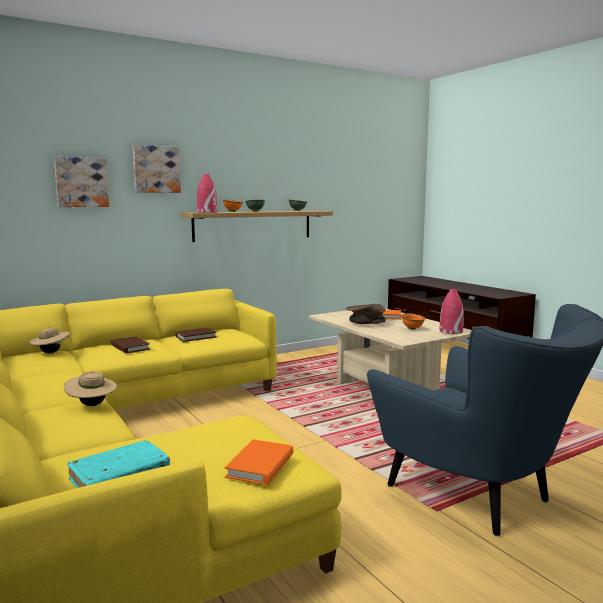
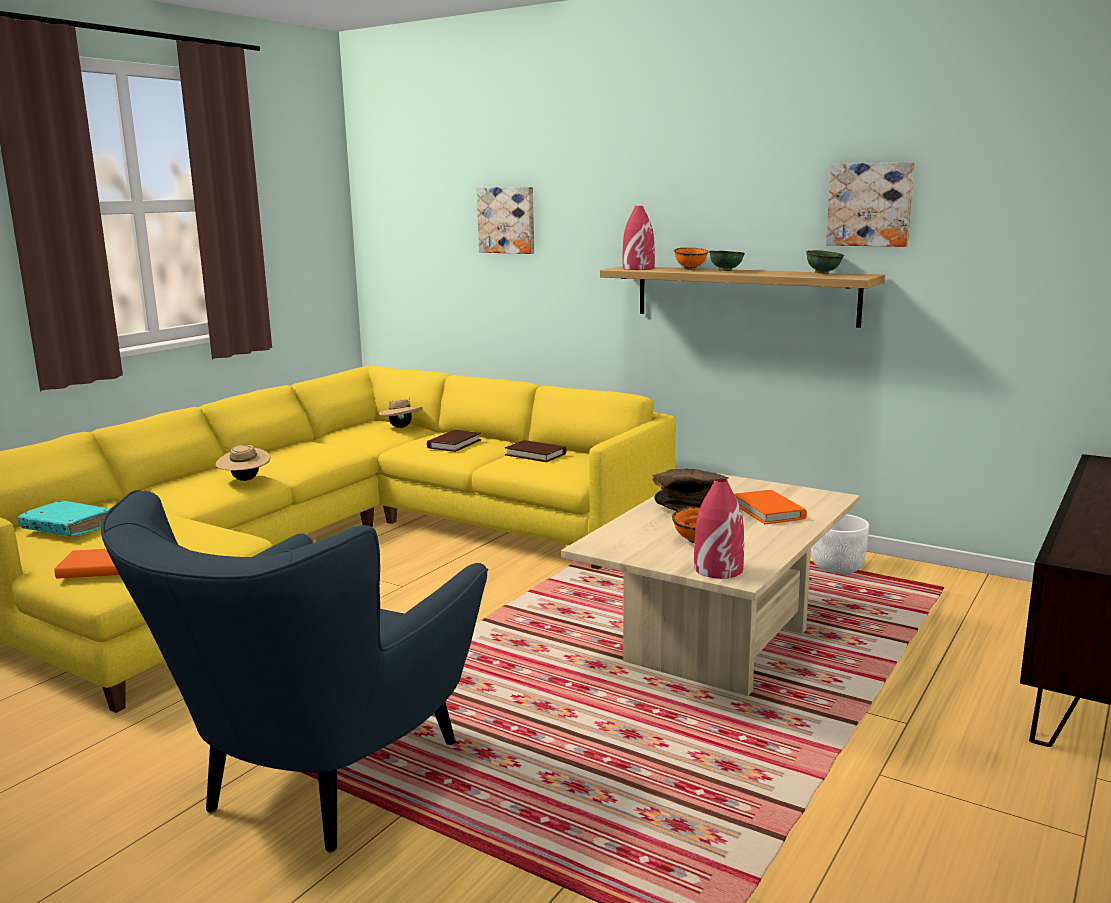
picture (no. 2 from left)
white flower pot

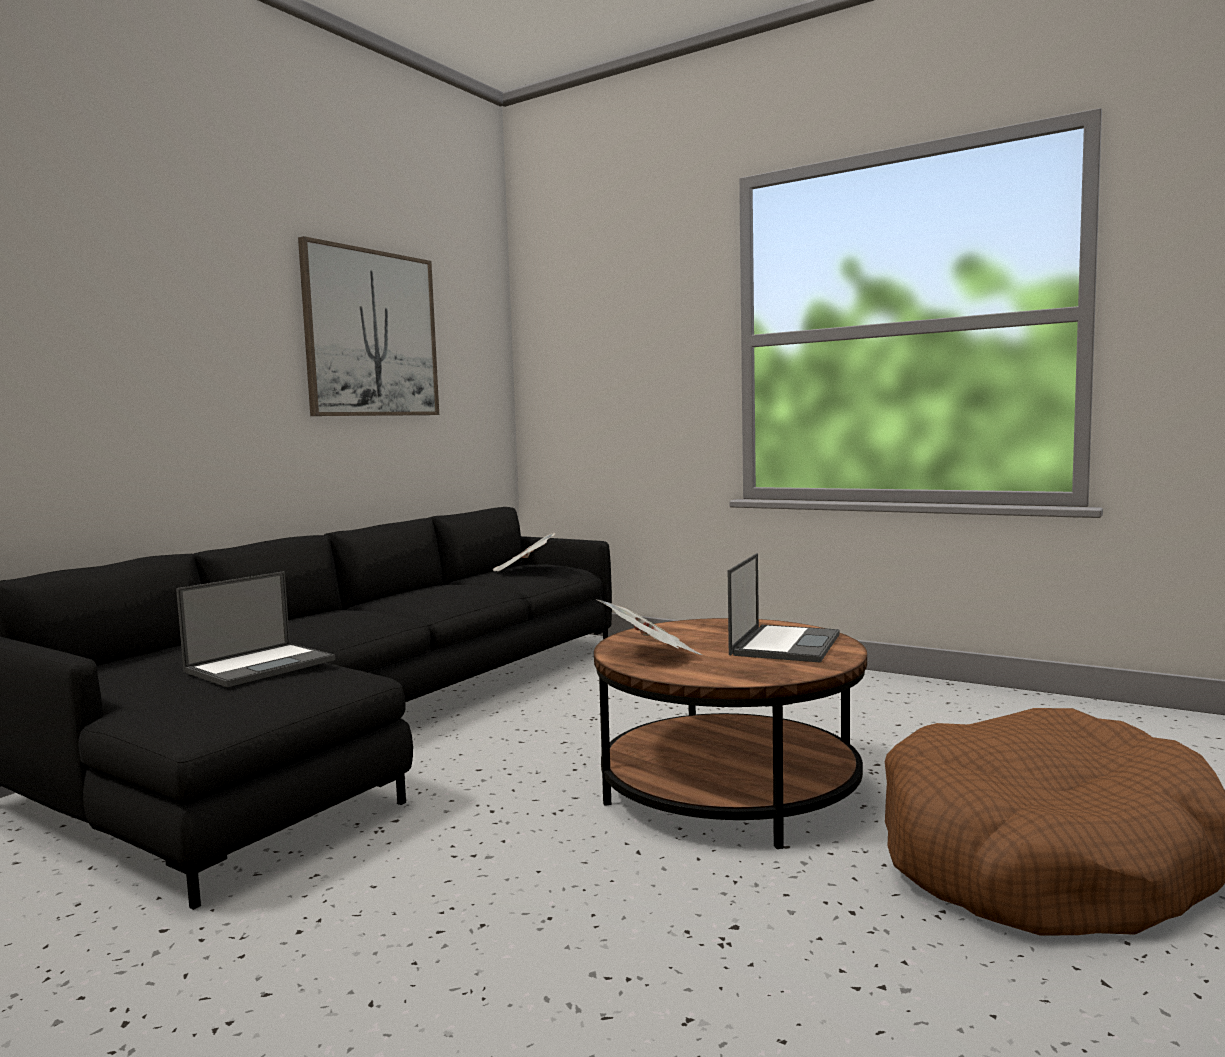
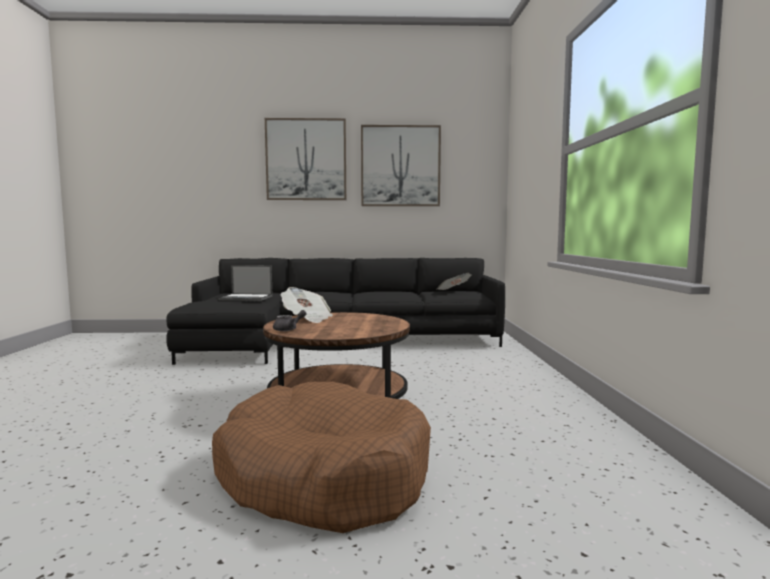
laptop (no. 2 from left in the first image)
picture (no. 1 from left)
greyish teapot

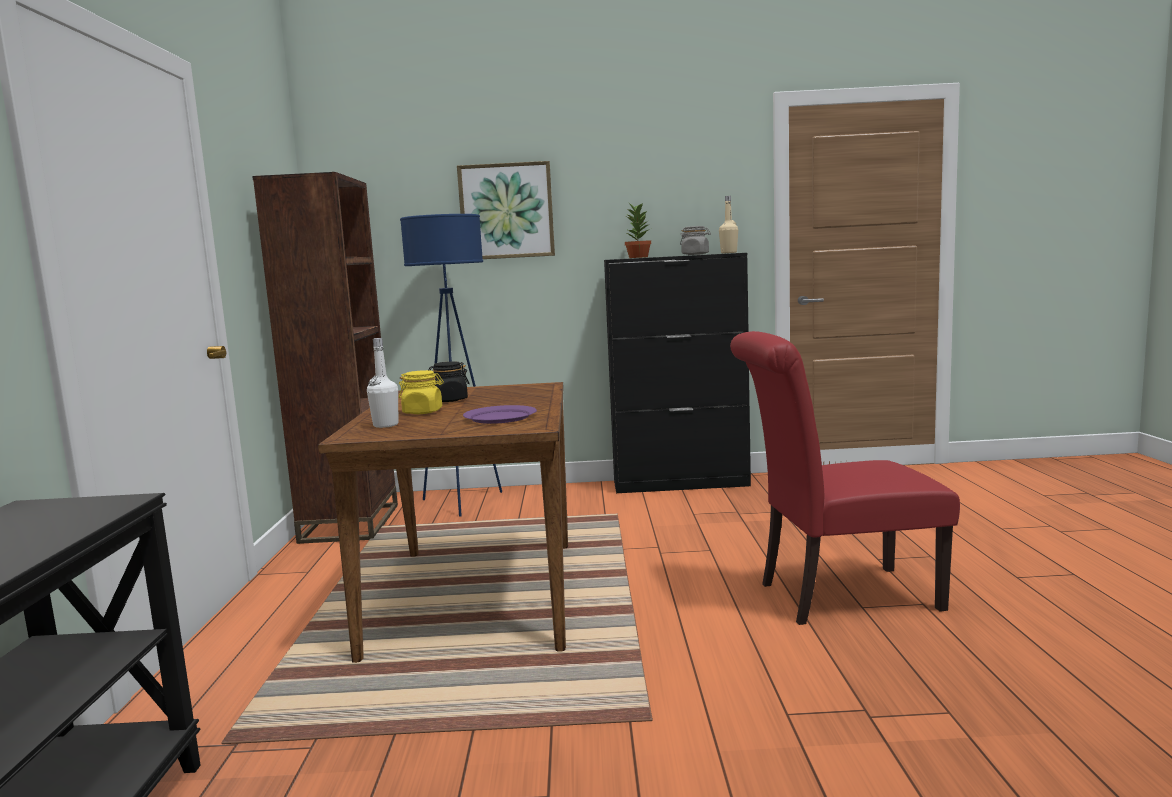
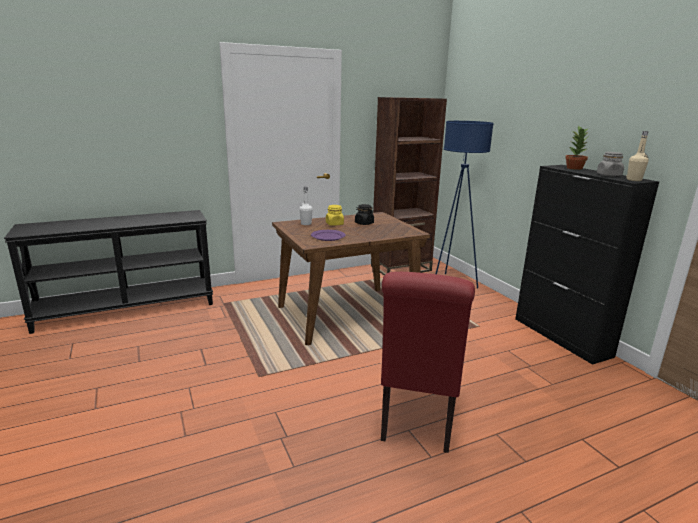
picture
reddish chair

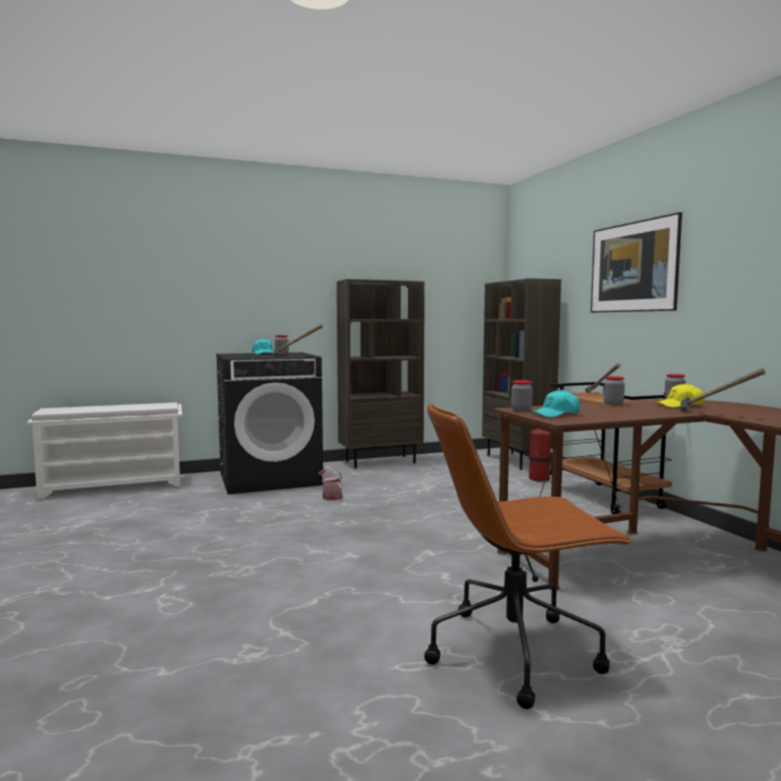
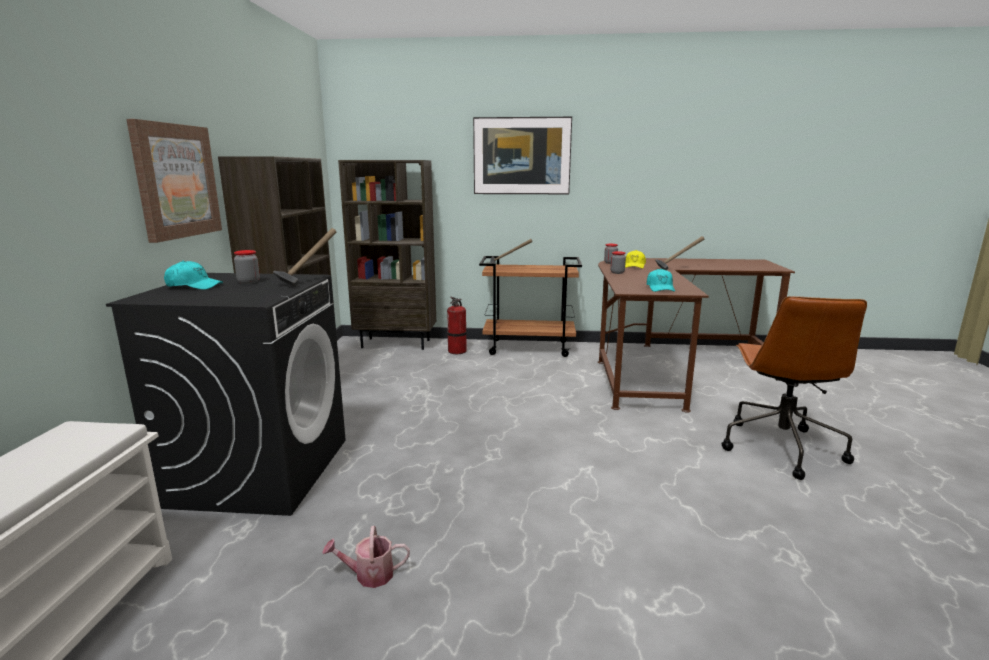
preserve jar (no. 2 from left in the first image)
sprinkling can
picture (no. 1 from left)

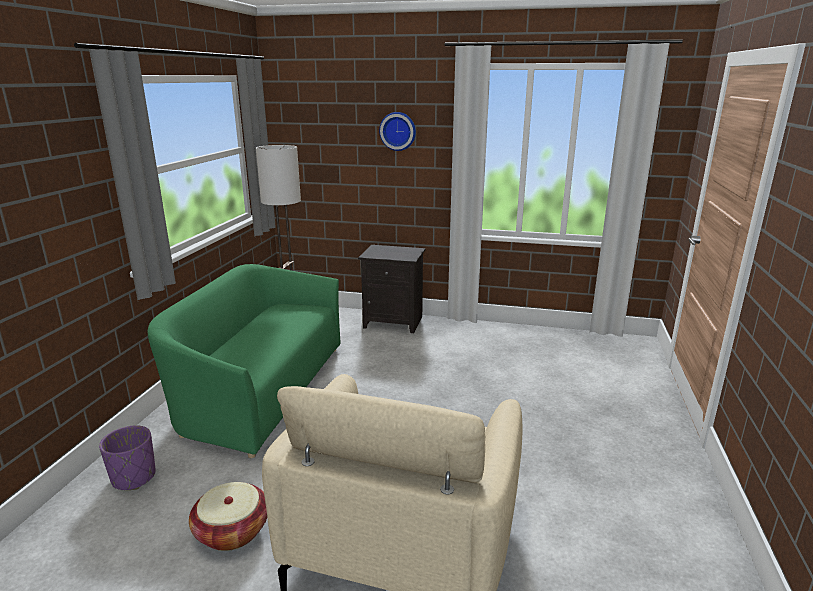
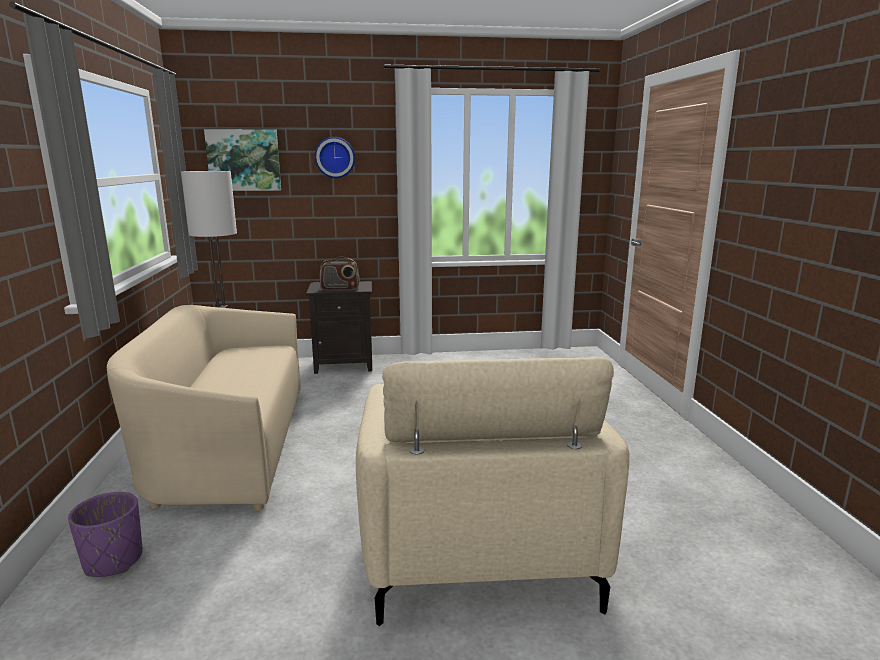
sand-coloured couch
household basket
picture
radio set

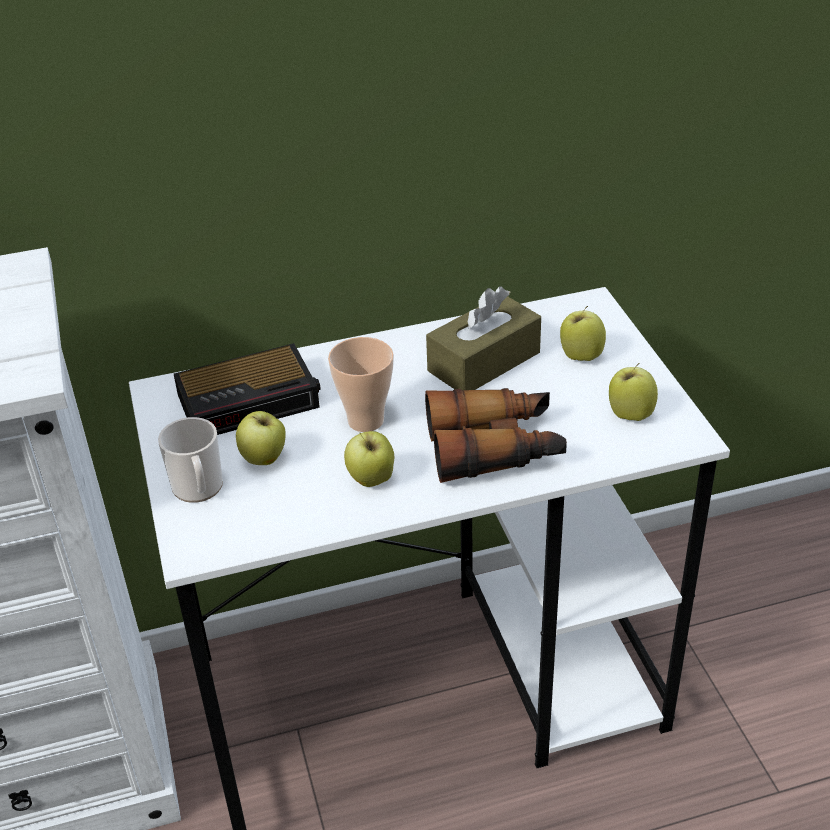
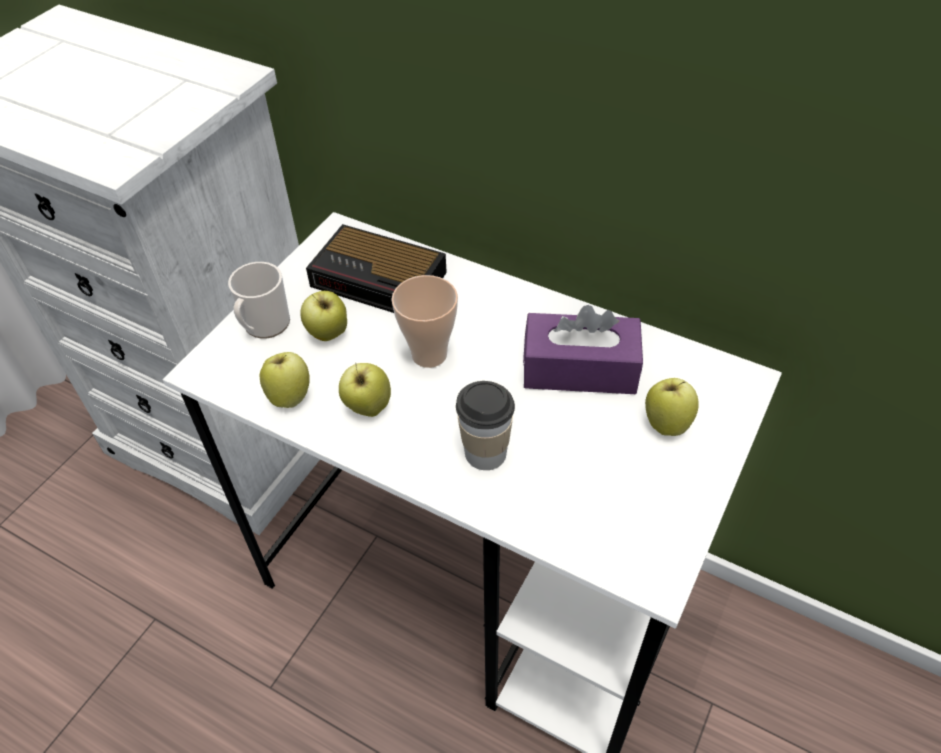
purple tissue box
whole apple (no. 1 from left)
drinking cup (no. 2 from left)

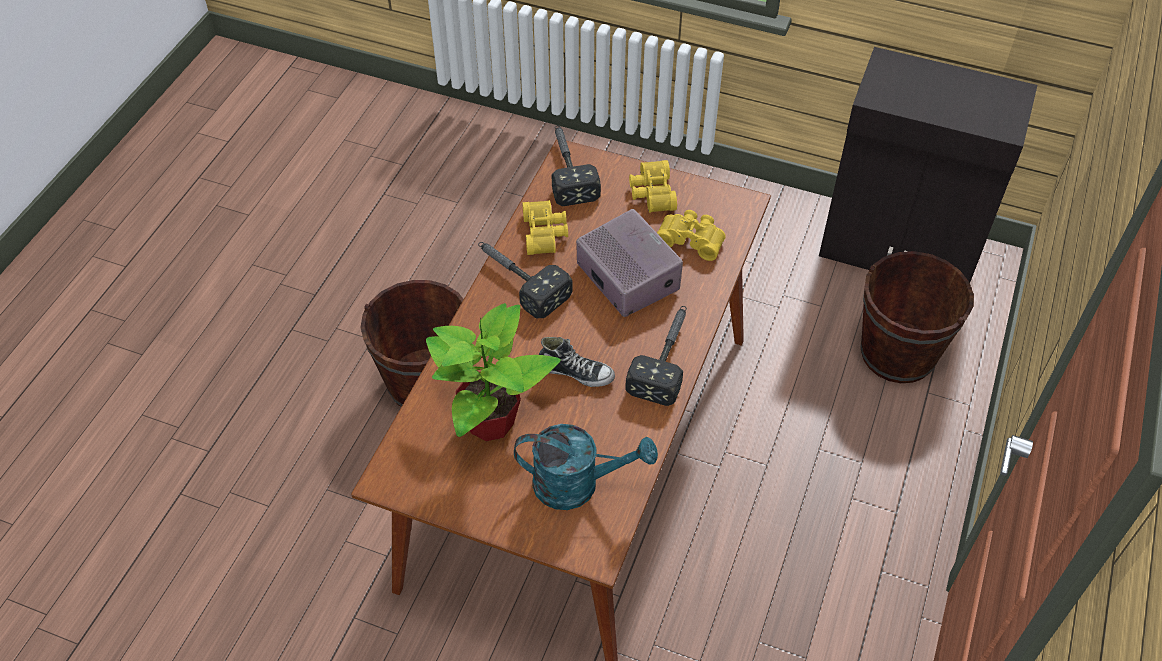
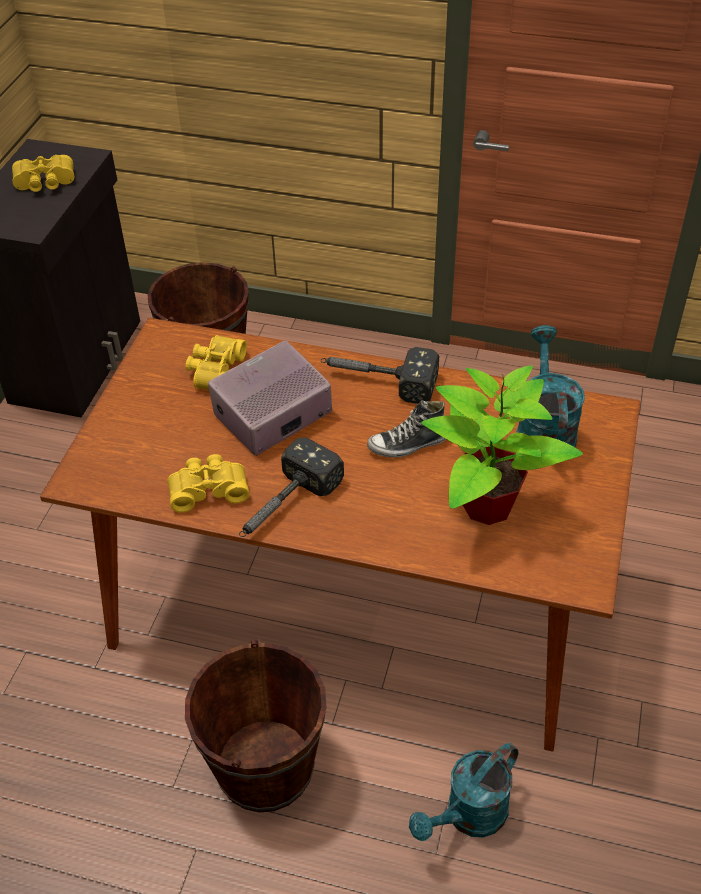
tool hammer (no. 2 from left in the first image)
yellow-coloured pair of binoculars (no. 1 from left)
low shoe
turquoise-coloured sprinkling can (no. 1 from left)

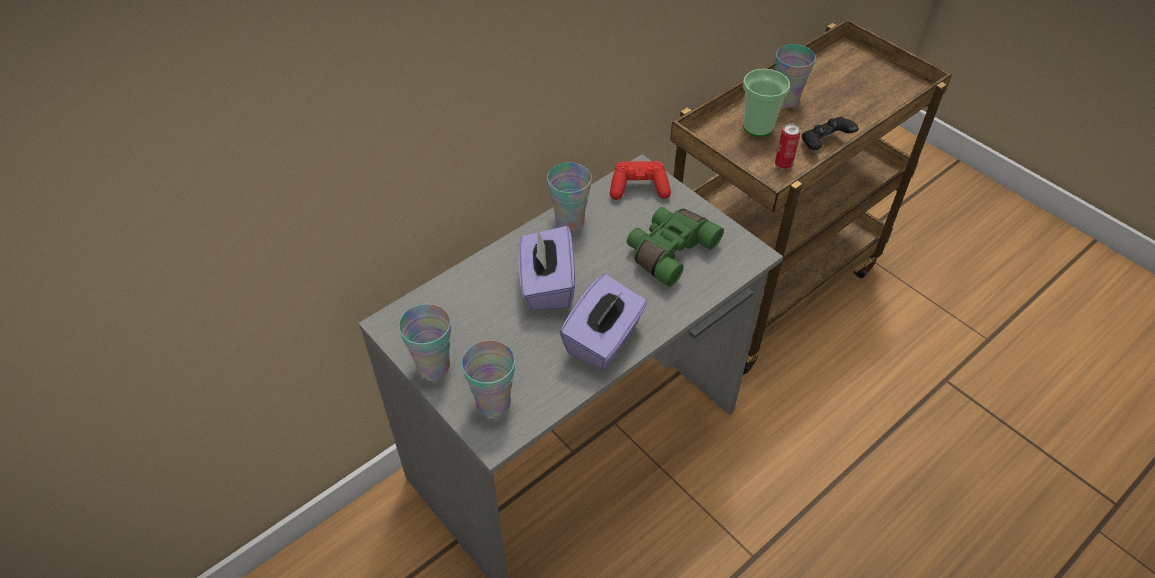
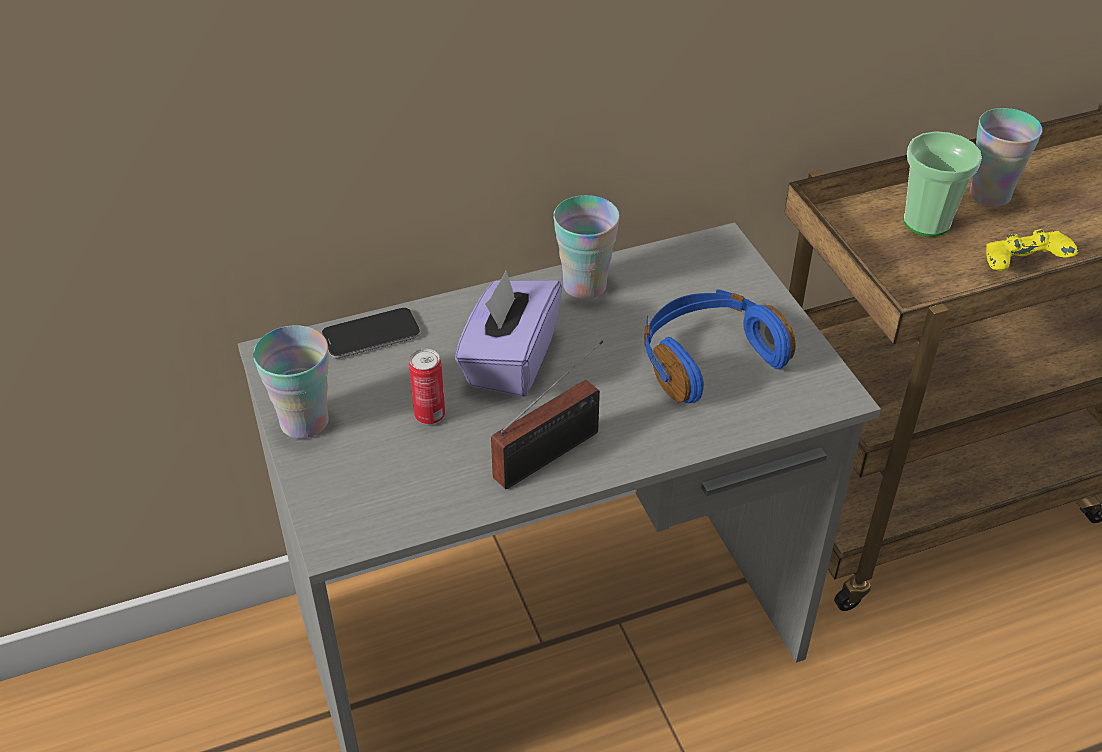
yellow-coloured gamepad
metal can
reddish gamepad
blue headphones
radio set
drinking cup (no. 2 from left in the first image)
phone

